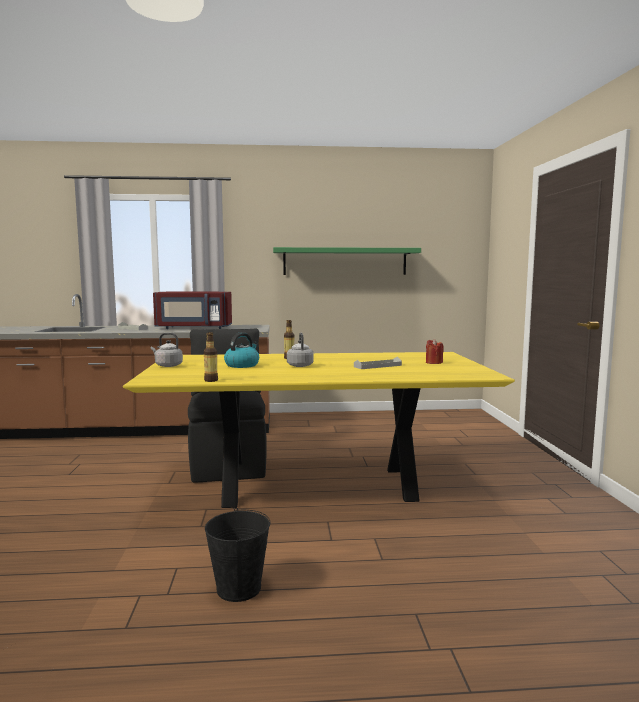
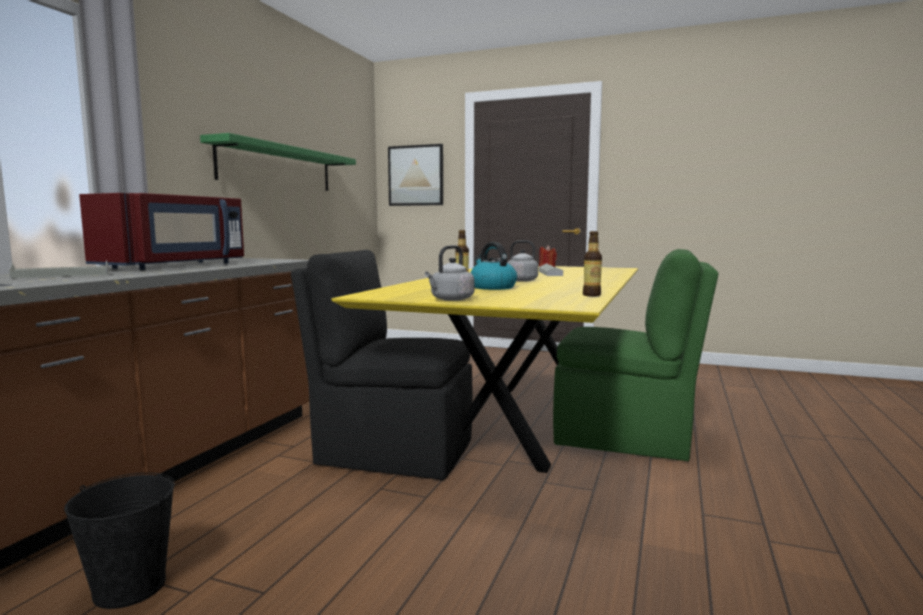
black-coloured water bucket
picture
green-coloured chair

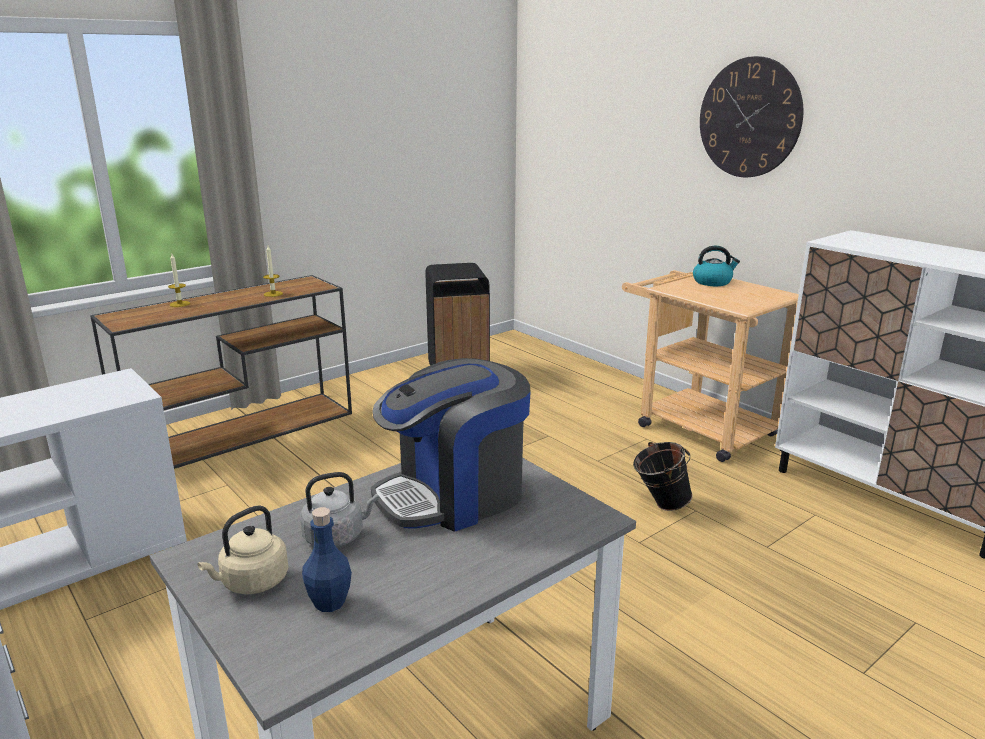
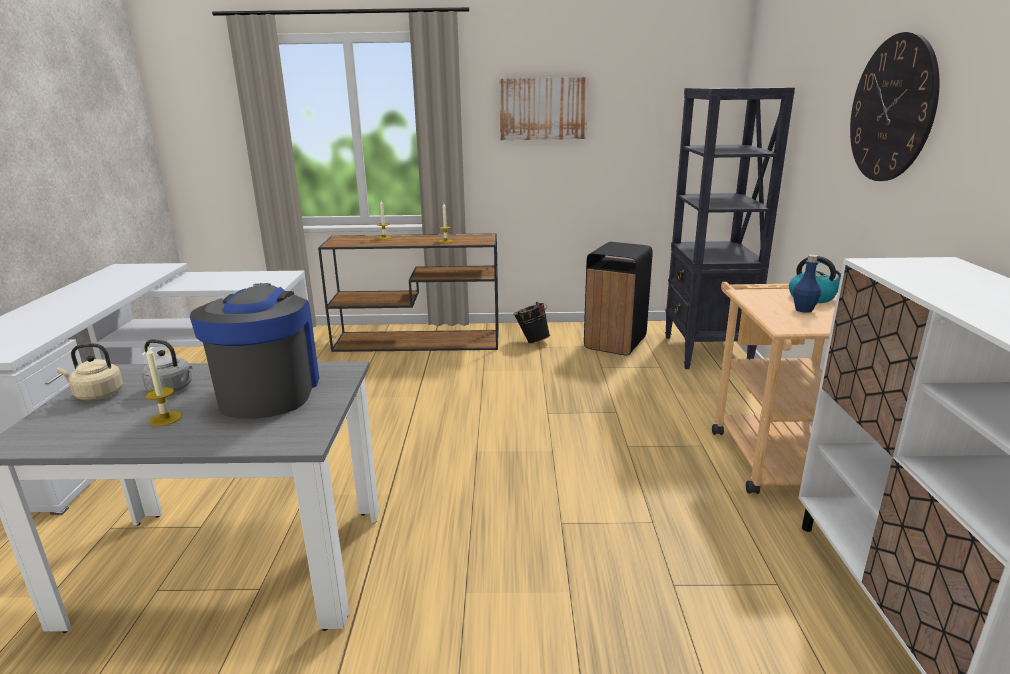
coffee maker
black-coloured water bucket
blue bottle
picture
black-coloured shelving unit
wax light (no. 1 from left)

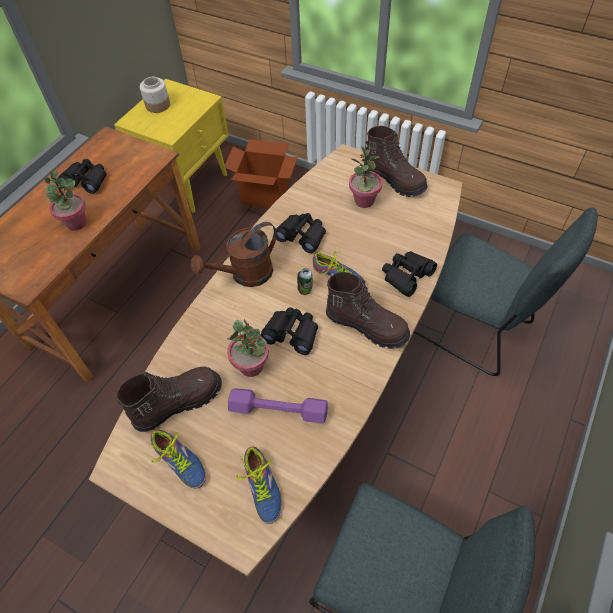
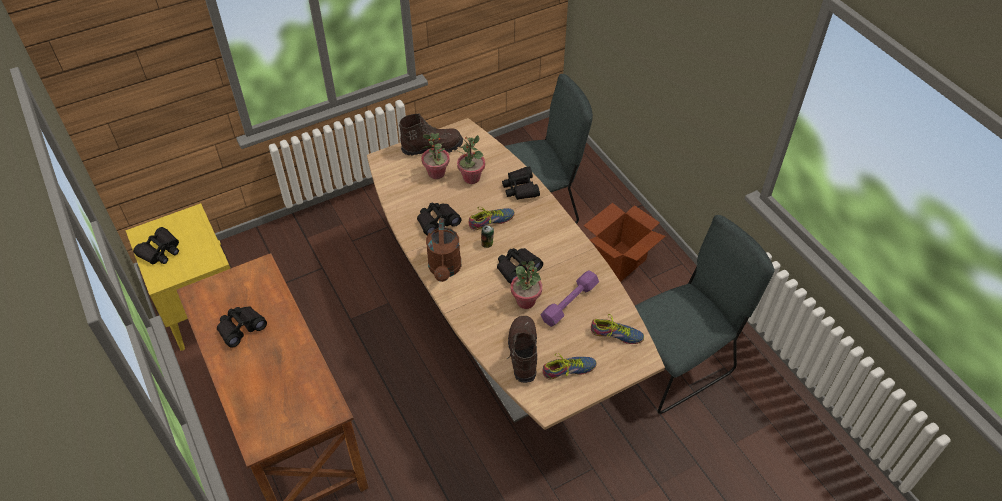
black-coloured pair of binoculars (no. 1 from left)
packing box
houseplant (no. 2 from left)
brown high-top boot (no. 2 from left in the first image)

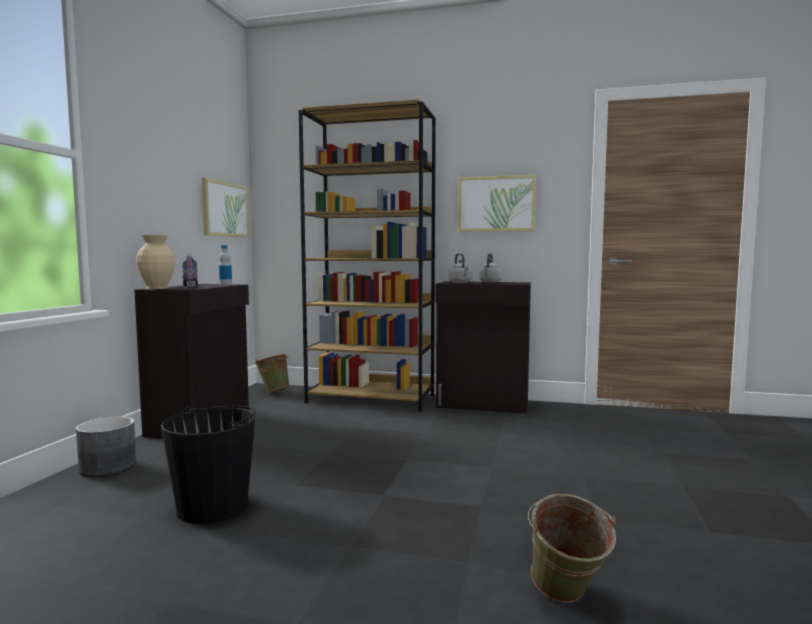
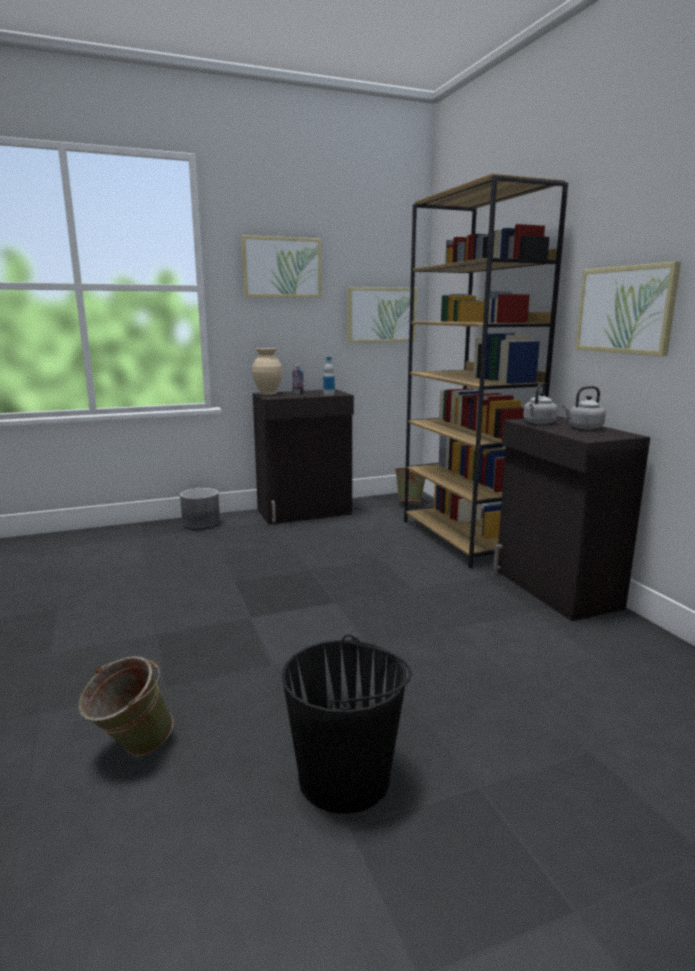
black-coloured water bucket
picture (no. 1 from left)

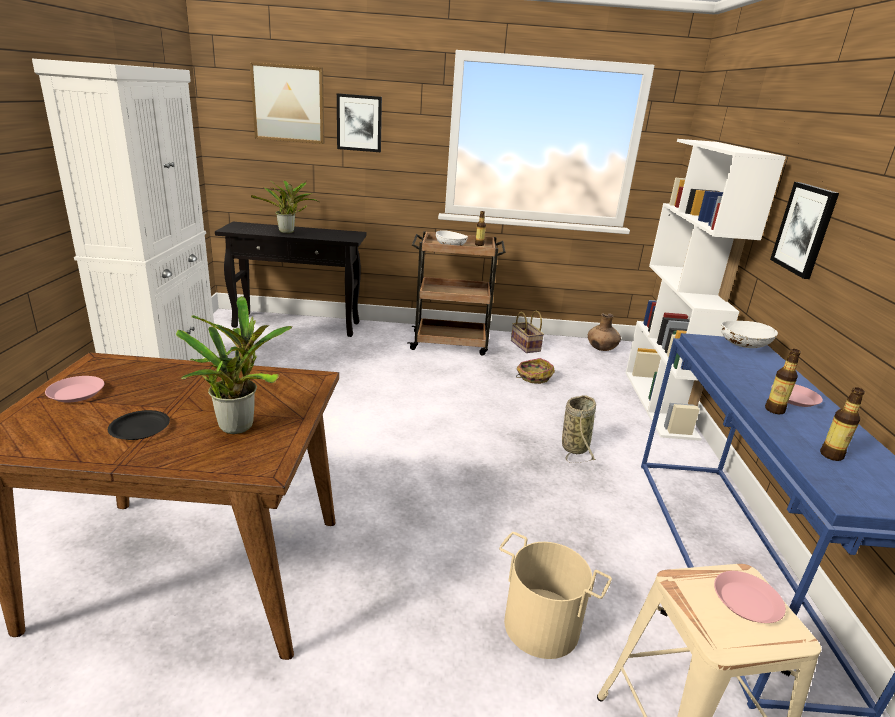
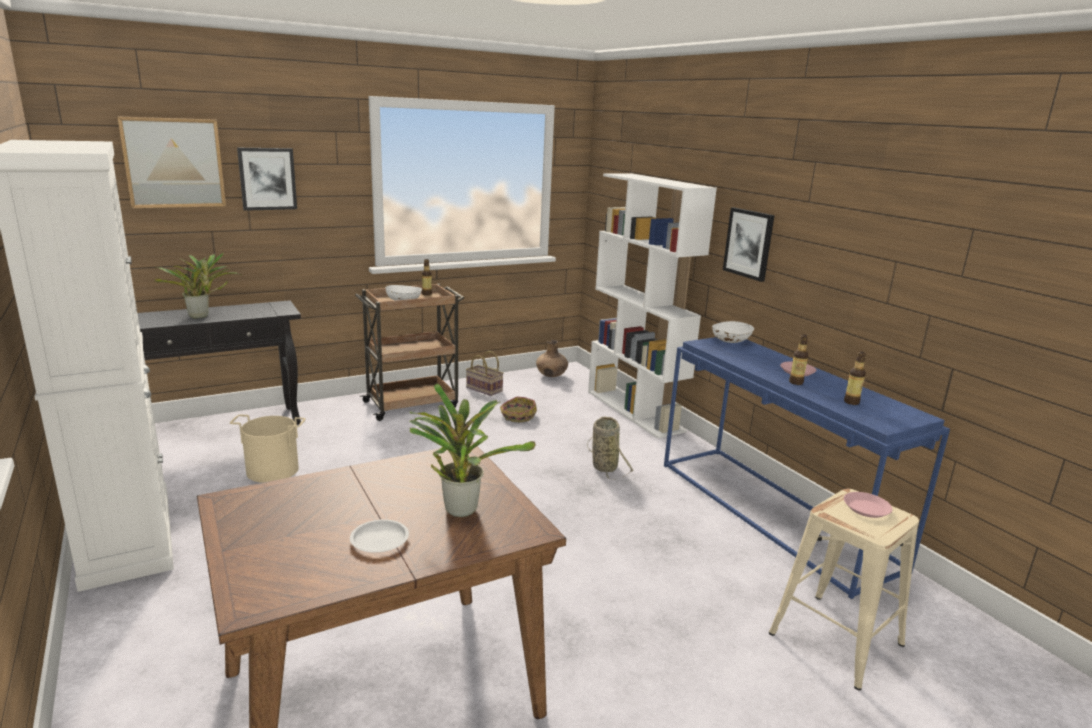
pinkish dinner plate (no. 1 from left in the first image)
white dinner plate
sand-coloured water bucket

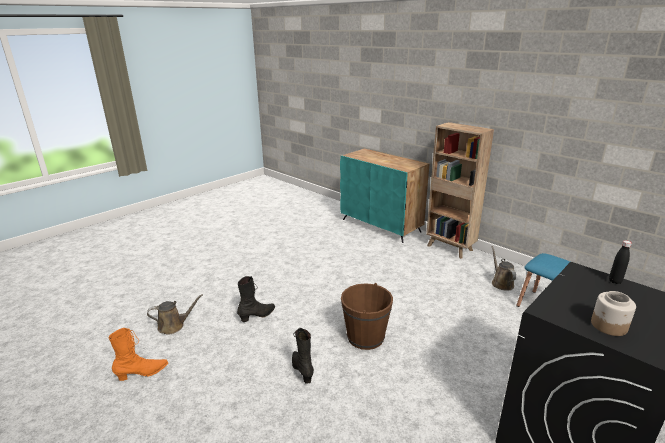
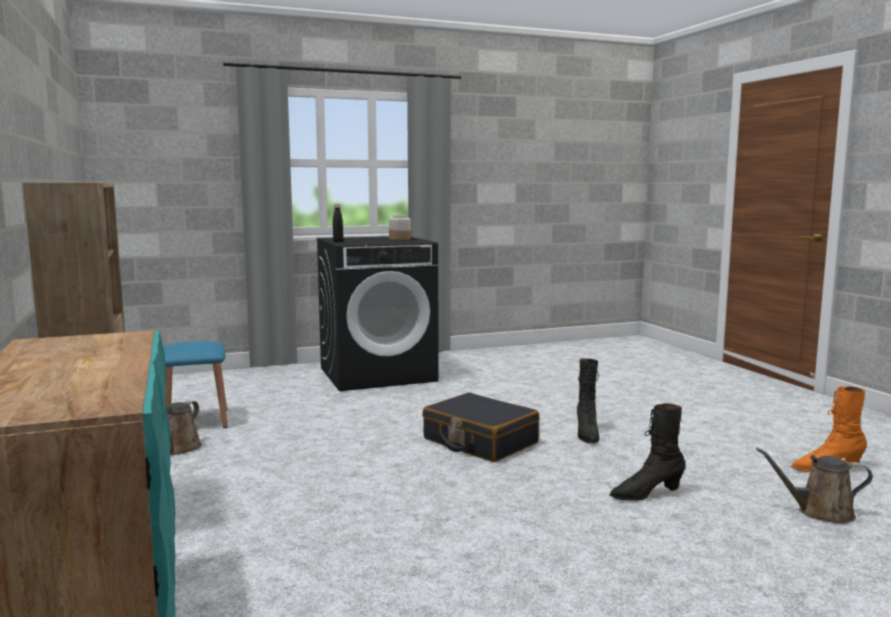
black-coloured piece of luggage

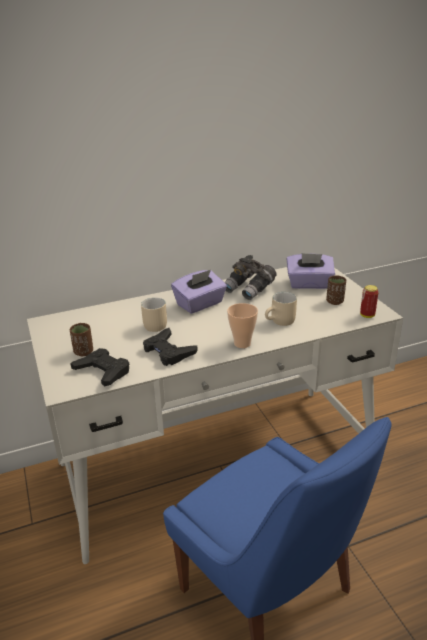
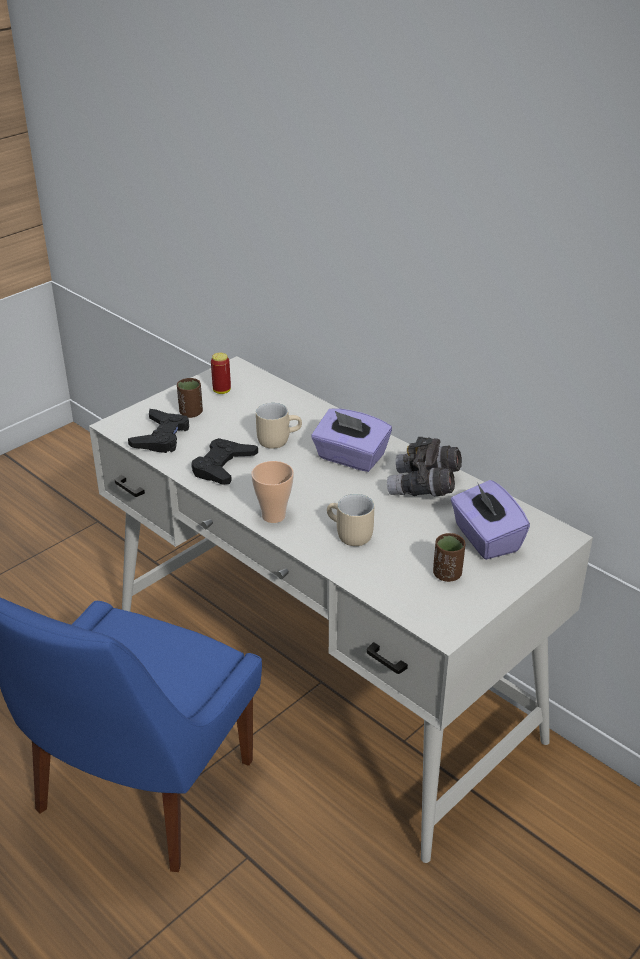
metal can

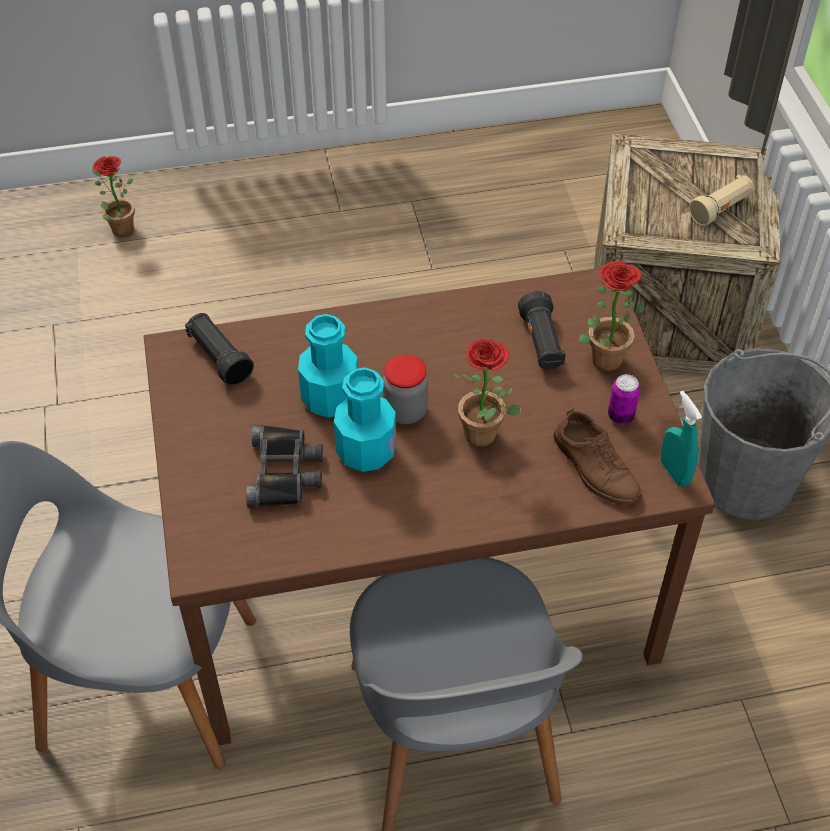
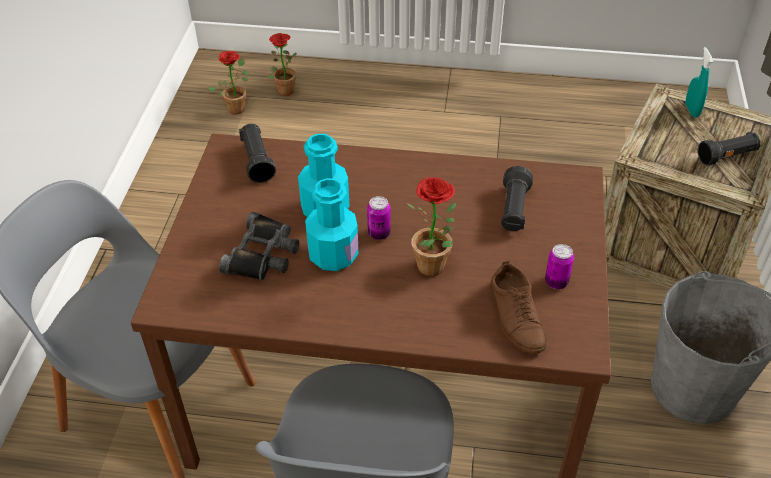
black-coloured flashlight (no. 3 from left)
houseplant (no. 1 from left)
metal can (no. 1 from left)
turquoise-coloured hand sprayer

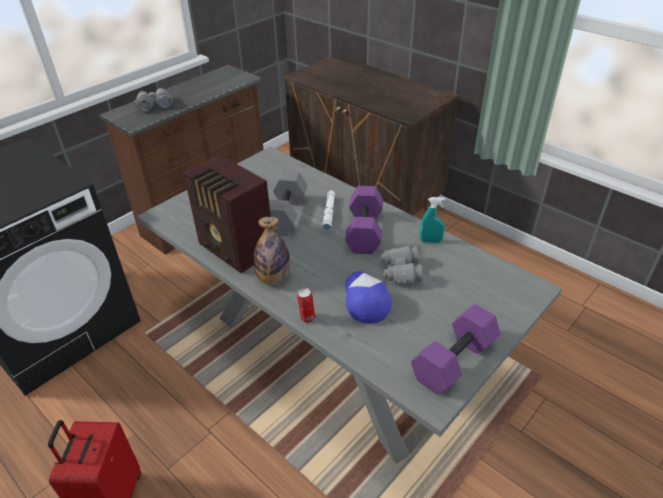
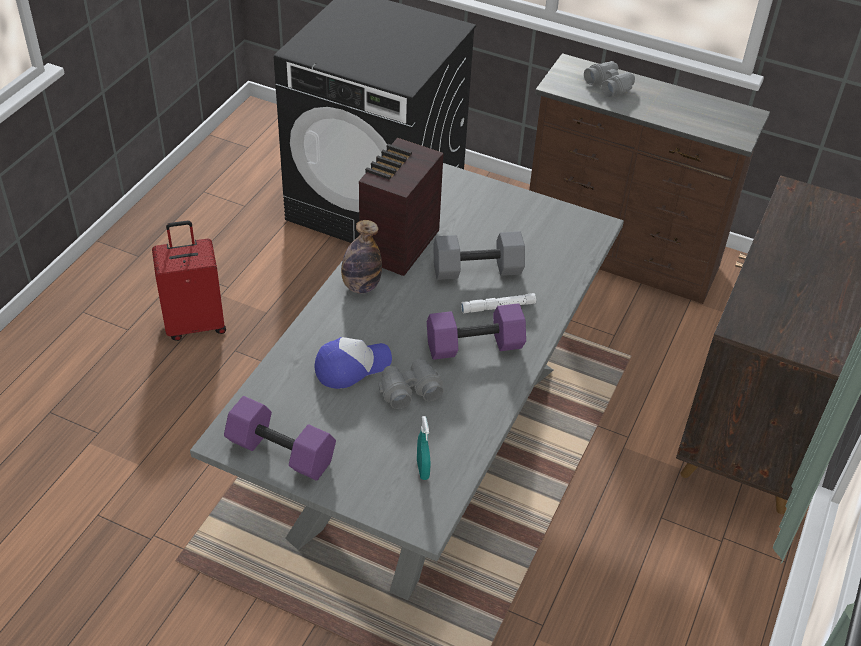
turquoise-coloured hand sprayer
metal can

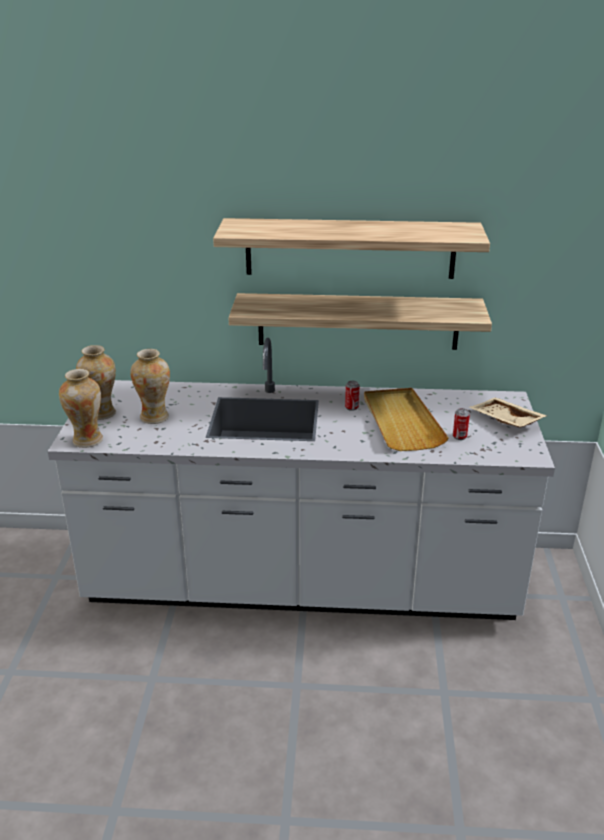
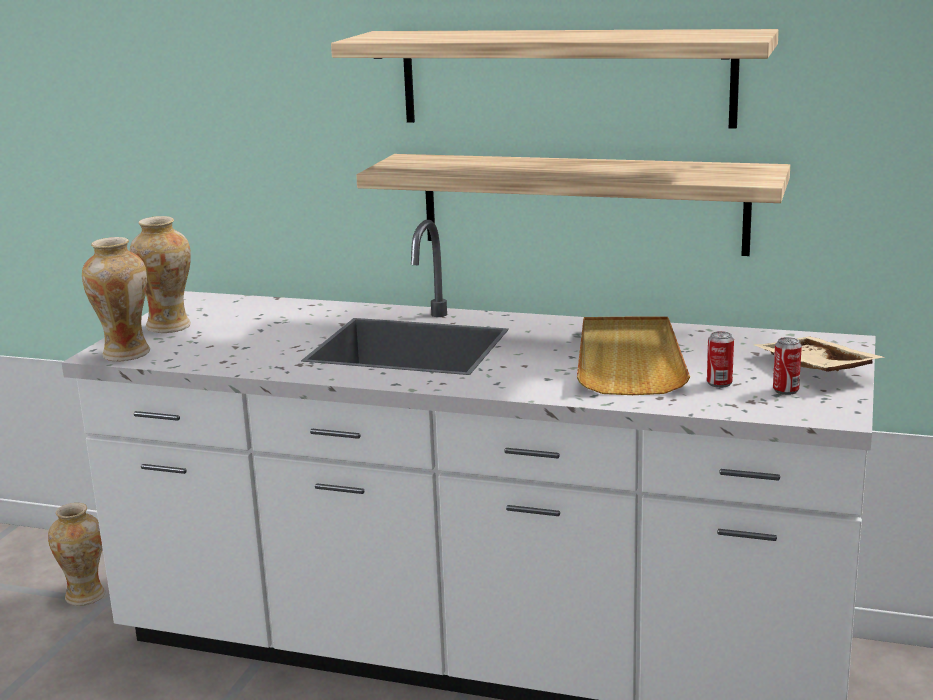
flower vase (no. 1 from left)
metal can (no. 2 from left)

